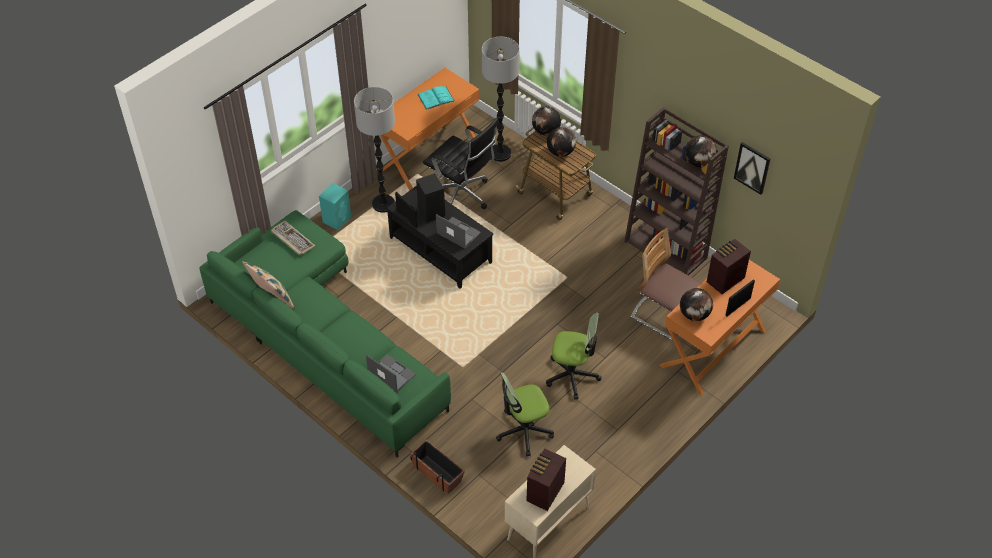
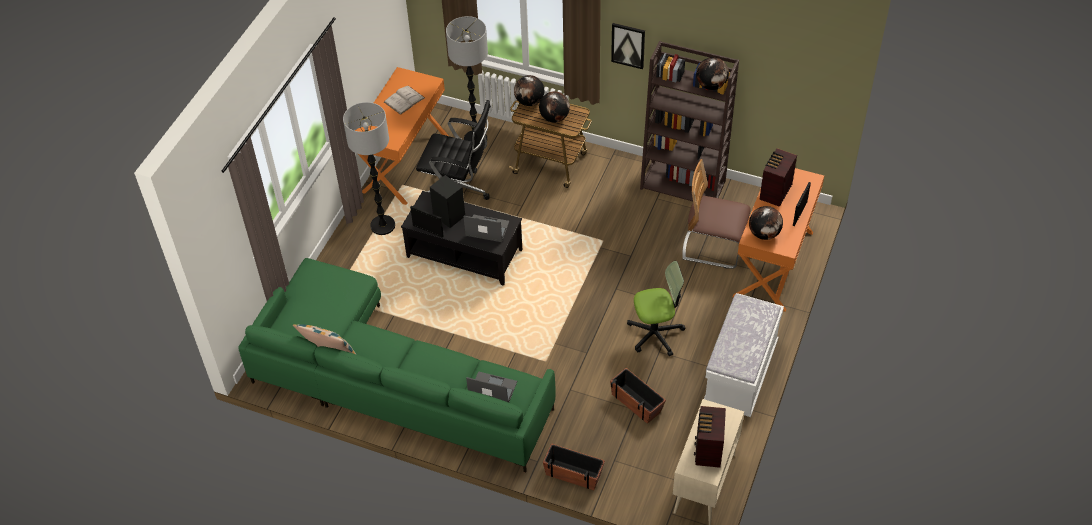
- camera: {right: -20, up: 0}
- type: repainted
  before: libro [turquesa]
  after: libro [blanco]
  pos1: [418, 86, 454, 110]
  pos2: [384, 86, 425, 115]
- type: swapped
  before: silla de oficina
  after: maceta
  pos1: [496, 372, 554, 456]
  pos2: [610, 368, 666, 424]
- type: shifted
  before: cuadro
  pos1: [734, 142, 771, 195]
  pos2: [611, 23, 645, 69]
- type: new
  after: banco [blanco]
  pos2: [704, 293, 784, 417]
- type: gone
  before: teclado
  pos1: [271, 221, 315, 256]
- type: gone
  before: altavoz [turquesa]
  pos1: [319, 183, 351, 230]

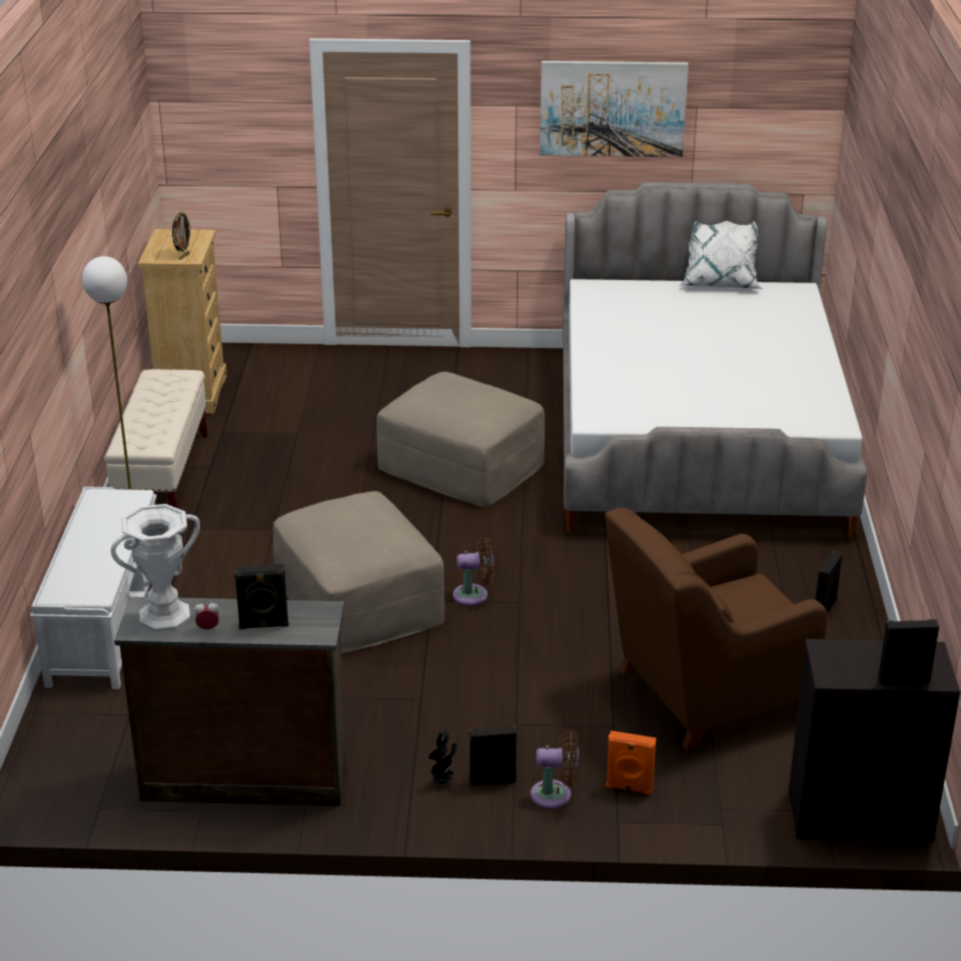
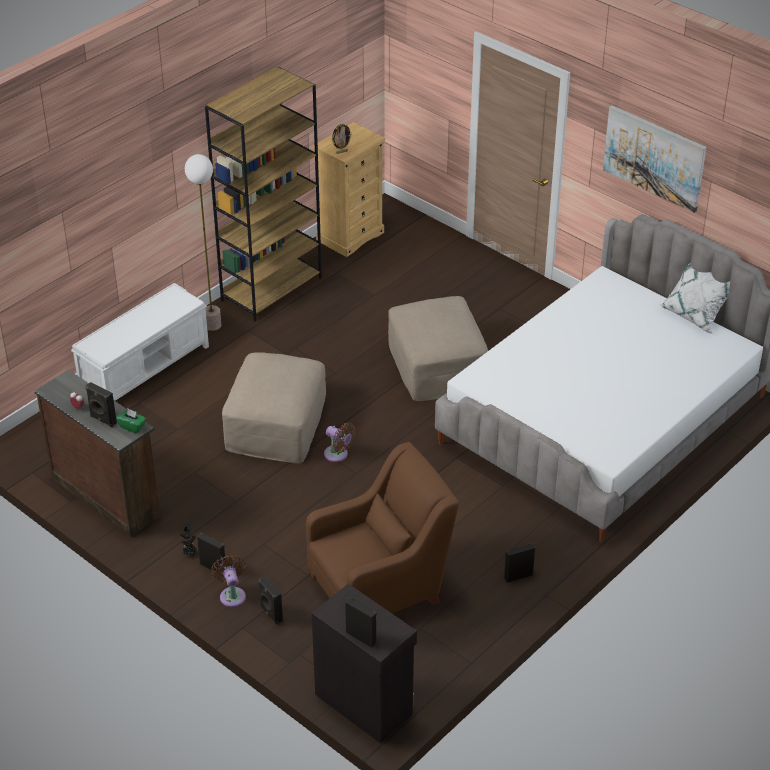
- camera: {right: 40, up: 10}
- type: new
  after: caja de pañuelos [verde]
  pos2: [116, 408, 146, 433]
- type: swapped
  before: banco [beis]
  after: estantería [marrón]
  pos1: [104, 369, 208, 508]
  pos2: [205, 67, 322, 321]
- type: rotated
  before: ventilador [marrón]
  pos1: [531, 731, 579, 809]
  pos2: [211, 555, 246, 607]
  turn: -150
- type: repainted
  before: altavoz [naranja]
  after: altavoz [negro]
  pos1: [606, 731, 656, 795]
  pos2: [259, 576, 283, 625]
- type: rotated
  before: sillón [marrón]
  pos1: [605, 508, 828, 750]
  pos2: [306, 442, 459, 613]
  turn: 135
- type: gone
  before: florero [blanco]
  pos1: [111, 504, 200, 631]

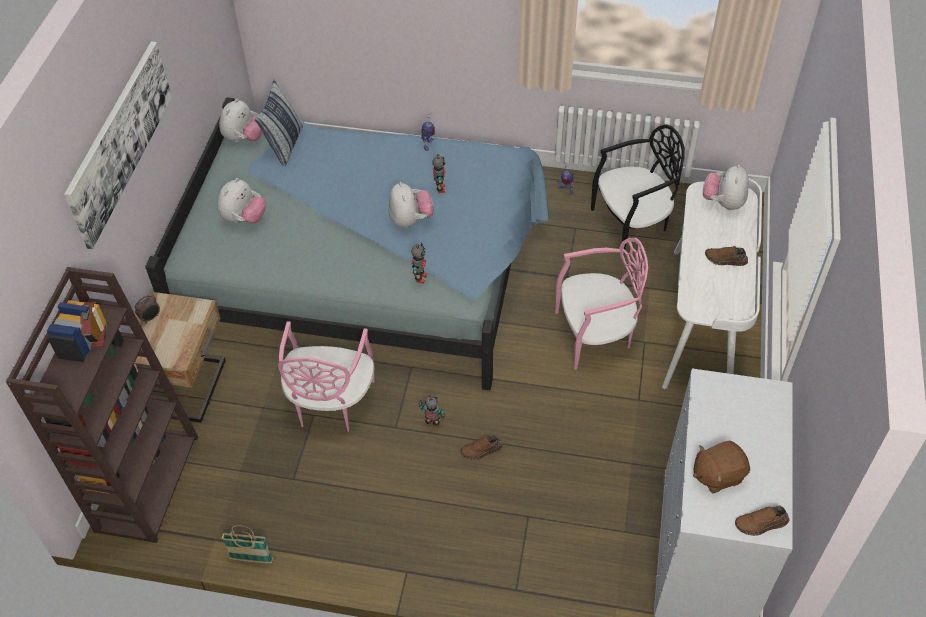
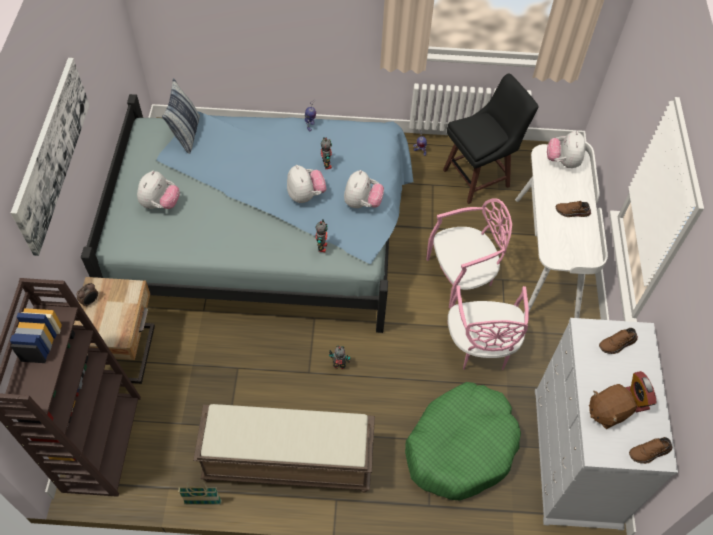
- camera: {right: -10, up: 5}
- type: new
  after: banco [marrón]
  pos2: [193, 404, 375, 493]
- type: shifted
  before: peluche
  pos1: [219, 99, 263, 142]
  pos2: [344, 170, 384, 208]
- type: new
  after: cama para perro [verde]
  pos2: [405, 382, 521, 500]
- type: swapped
  before: silla [negro]
  after: taburete [negro]
  pos1: [591, 124, 685, 249]
  pos2: [443, 74, 538, 204]
- type: shifted
  before: silla [rosa]
  pos1: [278, 321, 375, 432]
  pos2: [447, 285, 529, 370]
- type: shifted
  before: zapato [marrón]
  pos1: [461, 435, 503, 460]
  pos2: [599, 328, 638, 354]
- type: shifted
  before: despertador
  pos1: [80, 301, 106, 348]
  pos2: [625, 371, 657, 413]

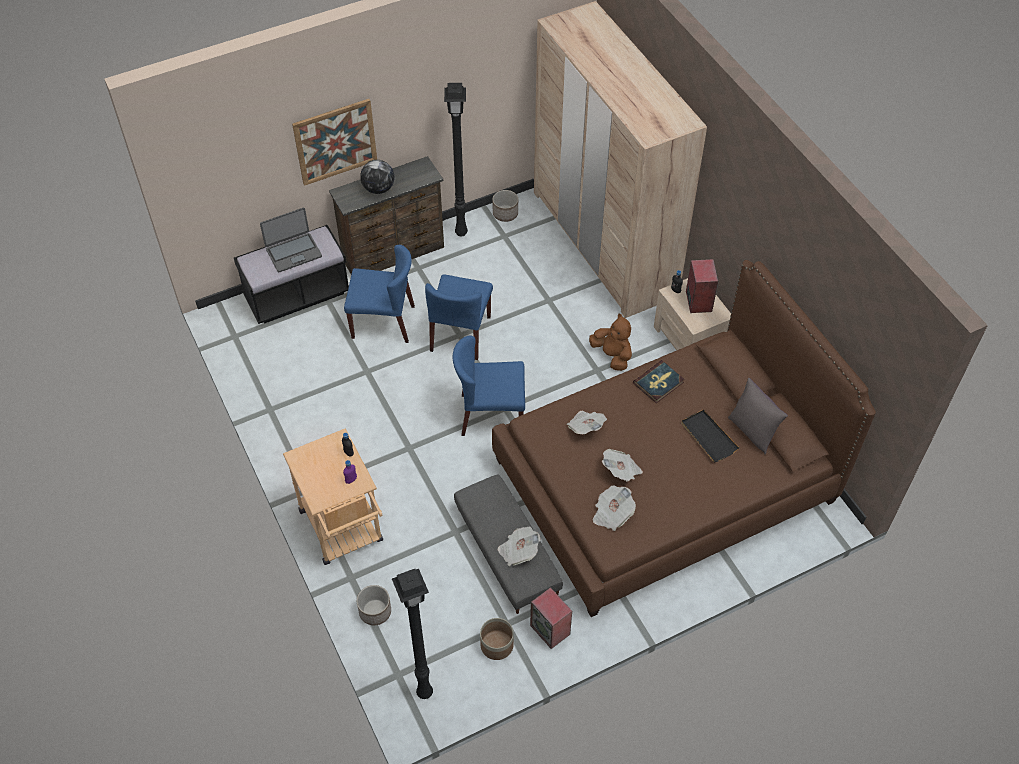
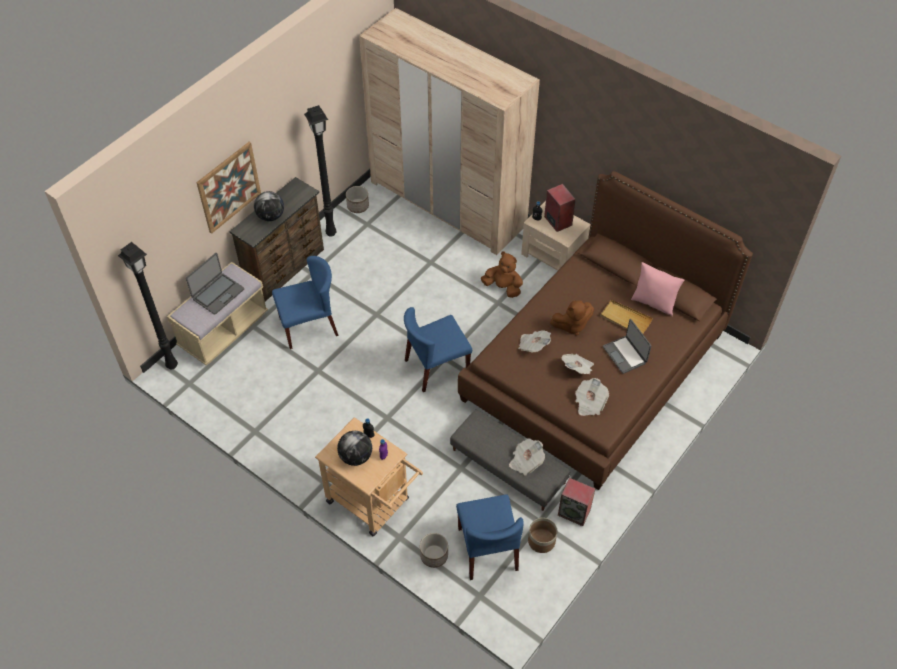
- camera: {right: -25, up: 0}
- type: shifted
  before: lámpara de pie [negro]
  pos1: [392, 569, 433, 699]
  pos2: [118, 242, 178, 370]
- type: repainted
  before: banco [negro]
  after: banco [beis]
  pos1: [234, 225, 349, 324]
  pos2: [167, 262, 268, 365]
- type: new
  after: globo terráqueo
  pos2: [337, 431, 372, 466]
- type: shifted
  before: silla [azul]
  pos1: [425, 275, 493, 360]
  pos2: [456, 495, 524, 580]
- type: new
  after: peluche [marrón]
  pos2: [550, 300, 594, 336]
- type: repainted
  before: bandeja [negro]
  after: bandeja [beis]
  pos1: [681, 409, 739, 462]
  pos2: [600, 300, 653, 334]
- type: new
  after: portátil
  pos2: [603, 319, 651, 374]
- type: repainted
  before: cojín [gris]
  after: cojín [rosa]
  pos1: [728, 378, 788, 454]
  pos2: [631, 262, 685, 316]
- type: gone
  before: libro
  pos1: [633, 360, 685, 403]

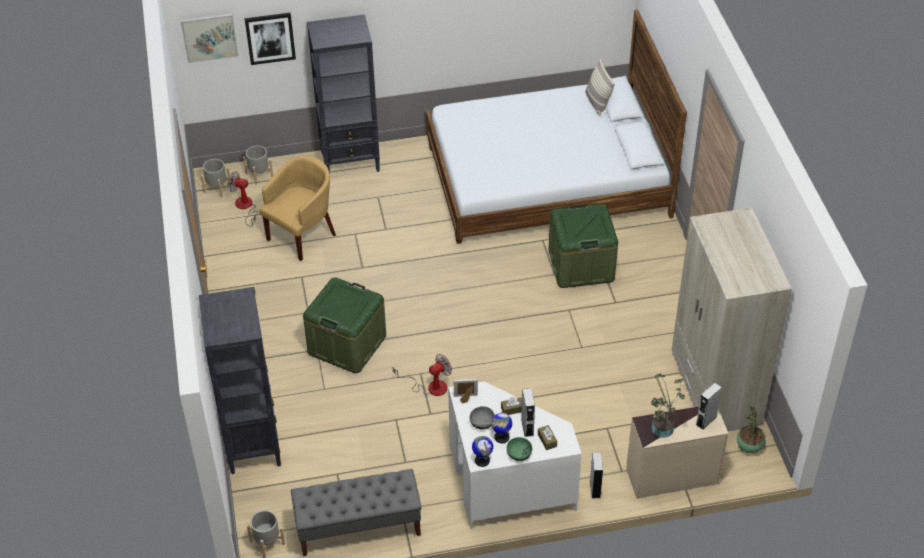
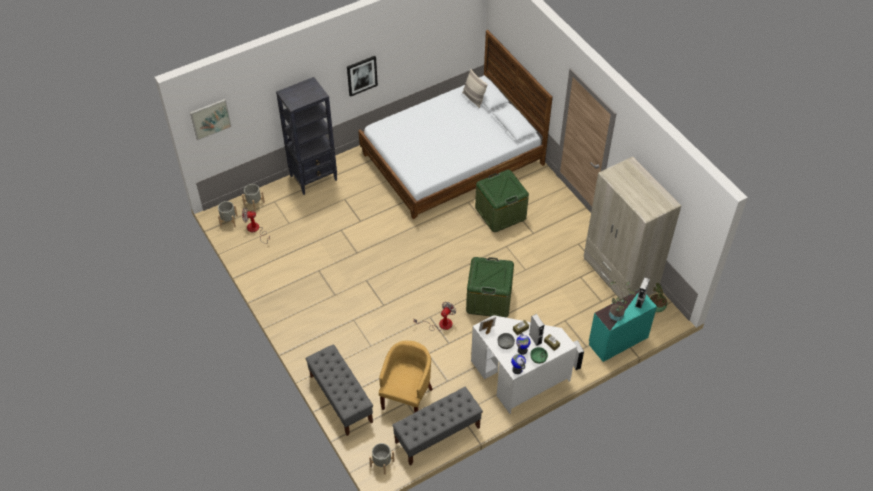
- camera: {right: -20, up: 5}
- type: swapped
  before: estantería [negro]
  after: banco [gris]
  pos1: [199, 287, 281, 474]
  pos2: [306, 344, 373, 436]
- type: shifted
  before: cuadro
  pos1: [245, 13, 296, 65]
  pos2: [347, 56, 378, 97]
- type: shifted
  before: sillón [amarillo]
  pos1: [259, 156, 336, 261]
  pos2: [379, 341, 433, 413]
- type: shifted
  before: caja de almacenaje [verde]
  pos1: [303, 277, 386, 373]
  pos2: [466, 257, 514, 318]
- type: repainted
  before: cómoda [beis]
  after: cómoda [turquesa]
  pos1: [627, 406, 729, 498]
  pos2: [589, 290, 657, 362]

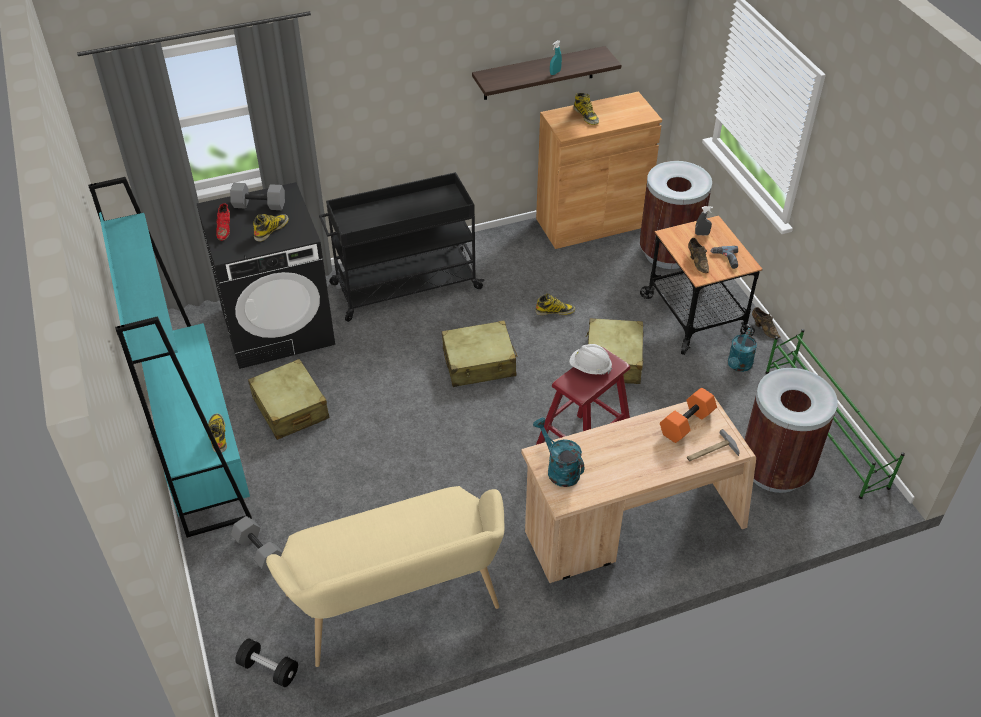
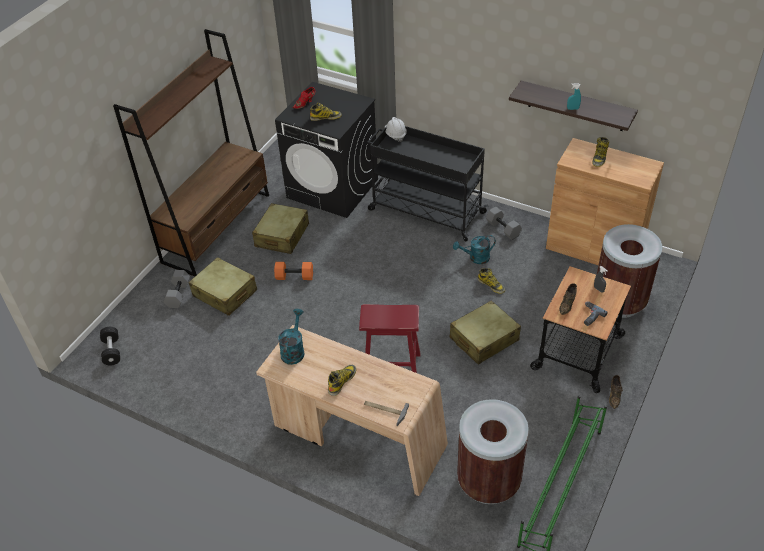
- camera: {right: 50, up: 0}
- type: repainted
  before: estantería [turquesa]
  after: estantería [marrón]
  pos1: [88, 177, 252, 538]
  pos2: [113, 29, 269, 276]
- type: shifted
  before: maleta [beis]
  pos1: [442, 320, 518, 387]
  pos2: [189, 257, 257, 316]
- type: shifted
  before: mancuerna [naranja]
  pos1: [660, 388, 717, 443]
  pos2: [274, 262, 313, 280]
- type: shifted
  before: bota
  pos1: [208, 413, 227, 452]
  pos2: [328, 365, 356, 396]
- type: shifted
  before: casco [blanco]
  pos1: [569, 344, 612, 375]
  pos2: [385, 117, 407, 142]
- type: shifted
  before: regadera [turquesa]
  pos1: [728, 328, 757, 372]
  pos2: [453, 235, 496, 264]
- type: shifted
  before: mancuerna [gris]
  pos1: [230, 183, 285, 210]
  pos2: [486, 207, 522, 240]
- type: gone
  before: banco [beis]
  pos1: [266, 486, 504, 667]

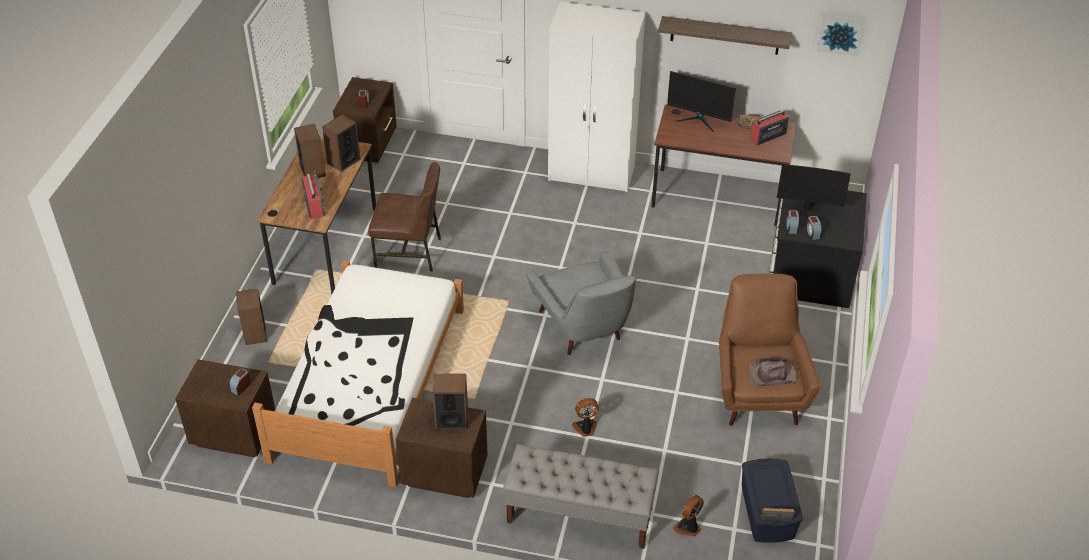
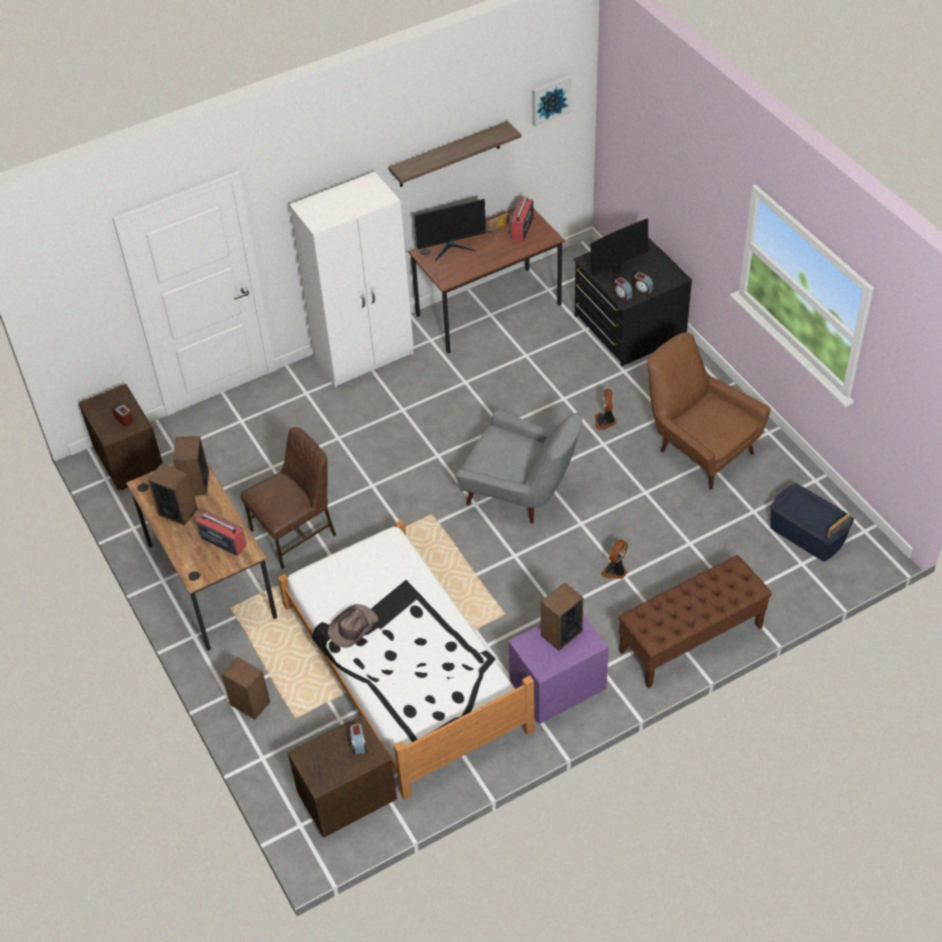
- camera: {right: -40, up: 5}
- type: shifted
  before: sombrero [marrón]
  pos1: [747, 357, 797, 386]
  pos2: [328, 604, 379, 648]
- type: repainted
  before: mesita de noche [marrón]
  after: mesita de noche [morado]
  pos1: [396, 398, 488, 498]
  pos2: [508, 615, 609, 724]
- type: shifted
  before: ventilador
  pos1: [673, 495, 704, 537]
  pos2: [595, 389, 616, 431]
- type: repainted
  before: banco [gris]
  after: banco [marrón]
  pos1: [503, 444, 659, 549]
  pos2: [618, 555, 772, 688]

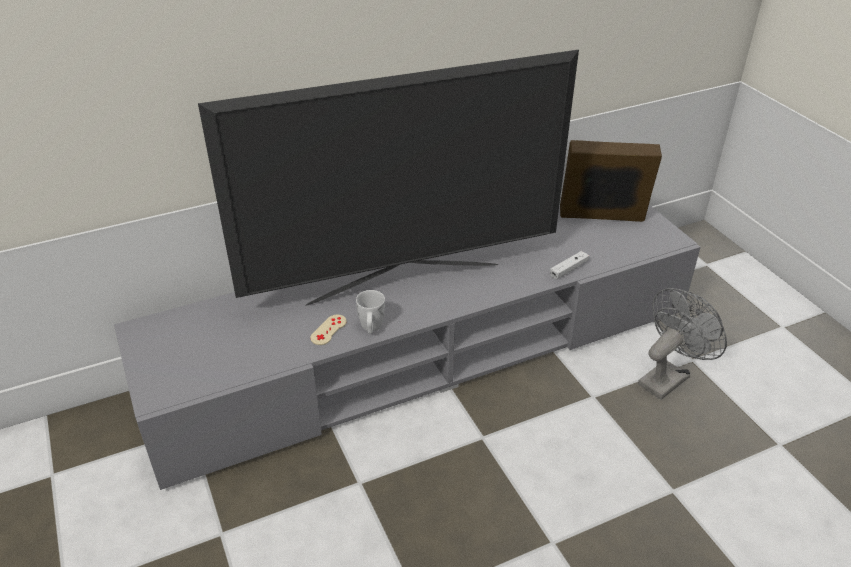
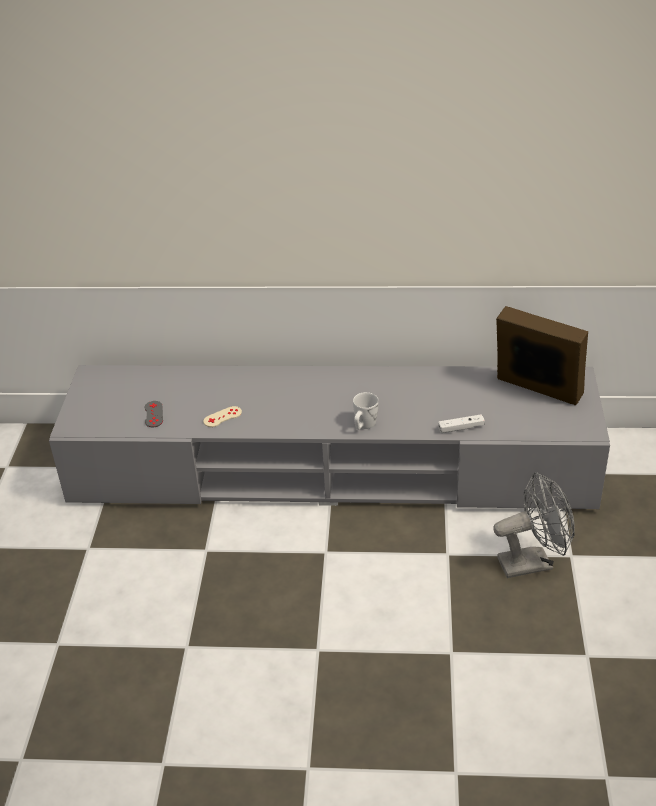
- camera: {right: 30, up: 0}
- type: new
  after: mando de consola [gris]
  pos2: [145, 401, 163, 427]
- type: shifted
  before: taza grande [blanco]
  pos1: [356, 290, 385, 334]
  pos2: [353, 392, 379, 430]
- type: gone
  before: televisor
  pos1: [198, 50, 579, 306]

